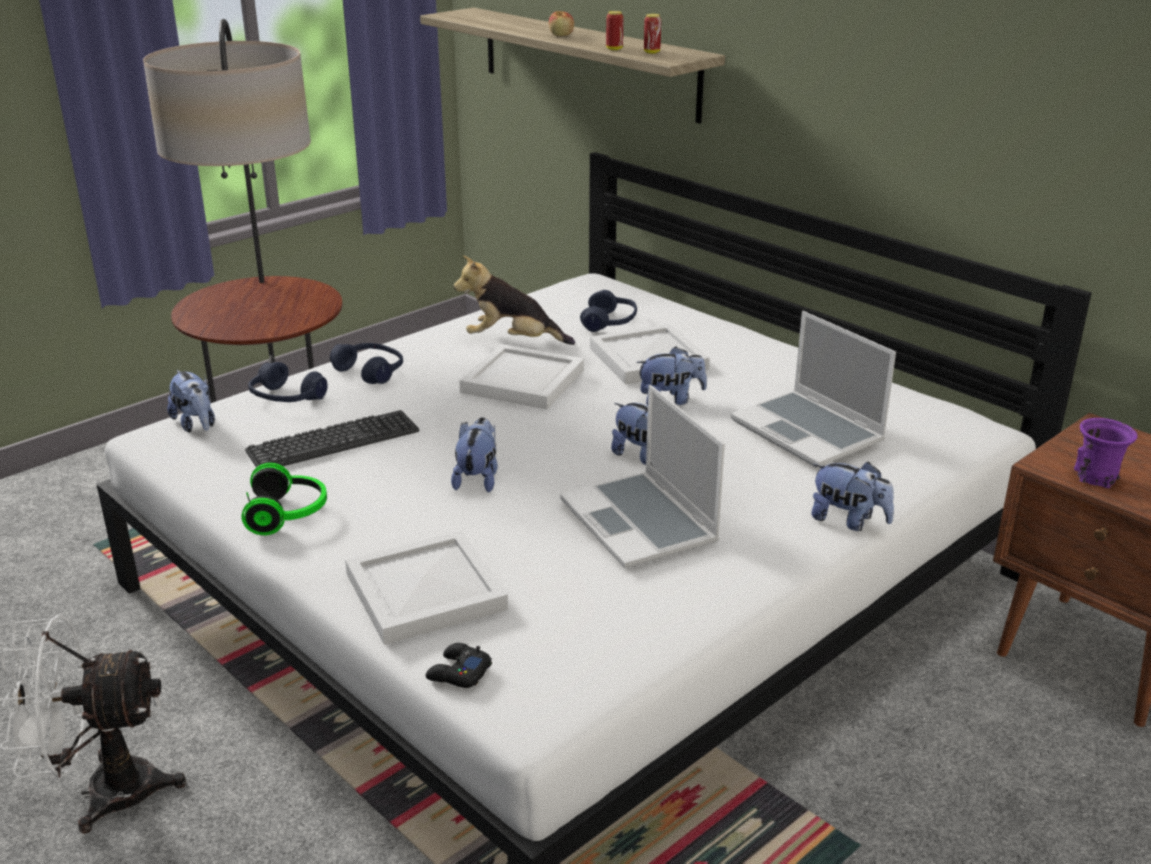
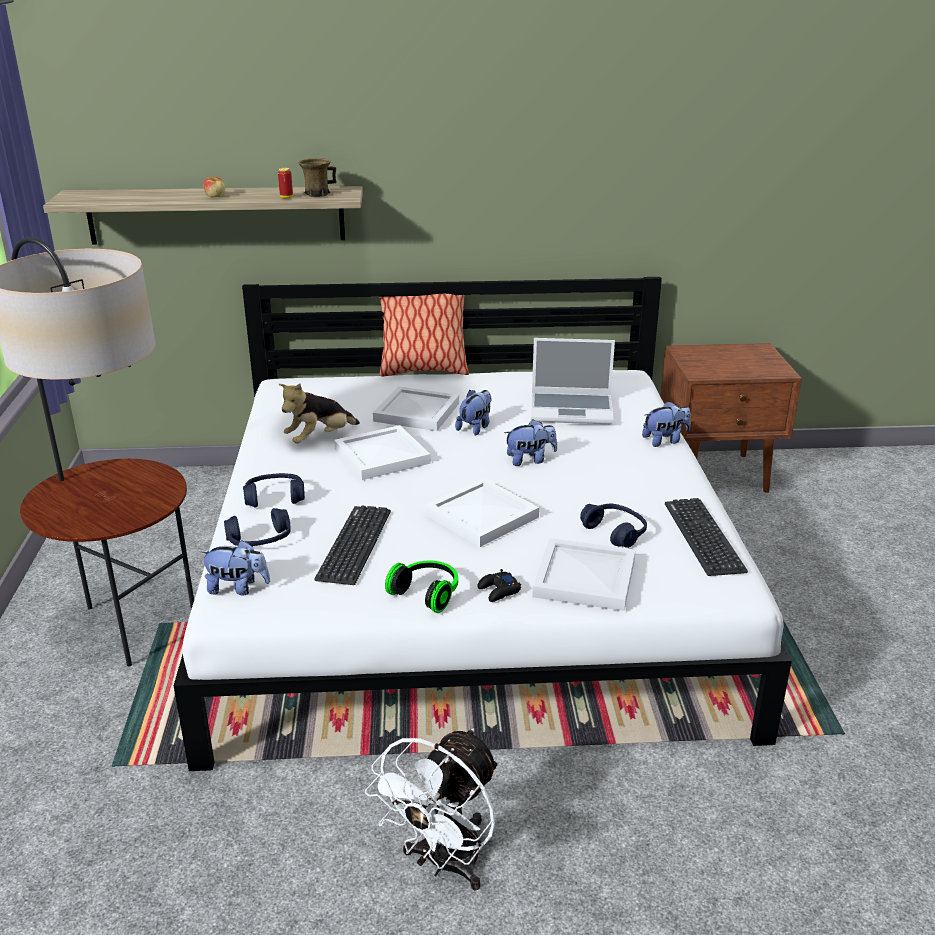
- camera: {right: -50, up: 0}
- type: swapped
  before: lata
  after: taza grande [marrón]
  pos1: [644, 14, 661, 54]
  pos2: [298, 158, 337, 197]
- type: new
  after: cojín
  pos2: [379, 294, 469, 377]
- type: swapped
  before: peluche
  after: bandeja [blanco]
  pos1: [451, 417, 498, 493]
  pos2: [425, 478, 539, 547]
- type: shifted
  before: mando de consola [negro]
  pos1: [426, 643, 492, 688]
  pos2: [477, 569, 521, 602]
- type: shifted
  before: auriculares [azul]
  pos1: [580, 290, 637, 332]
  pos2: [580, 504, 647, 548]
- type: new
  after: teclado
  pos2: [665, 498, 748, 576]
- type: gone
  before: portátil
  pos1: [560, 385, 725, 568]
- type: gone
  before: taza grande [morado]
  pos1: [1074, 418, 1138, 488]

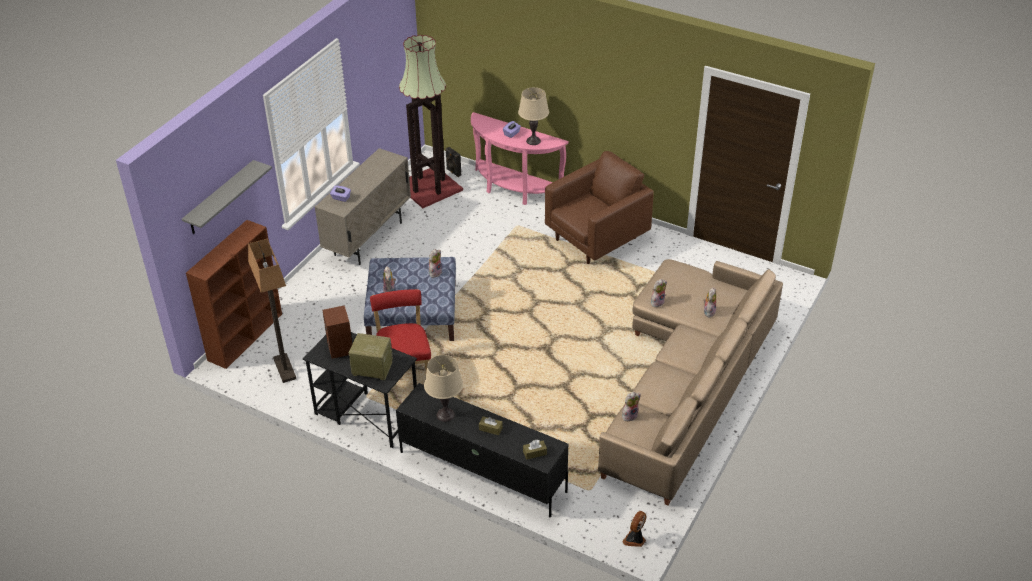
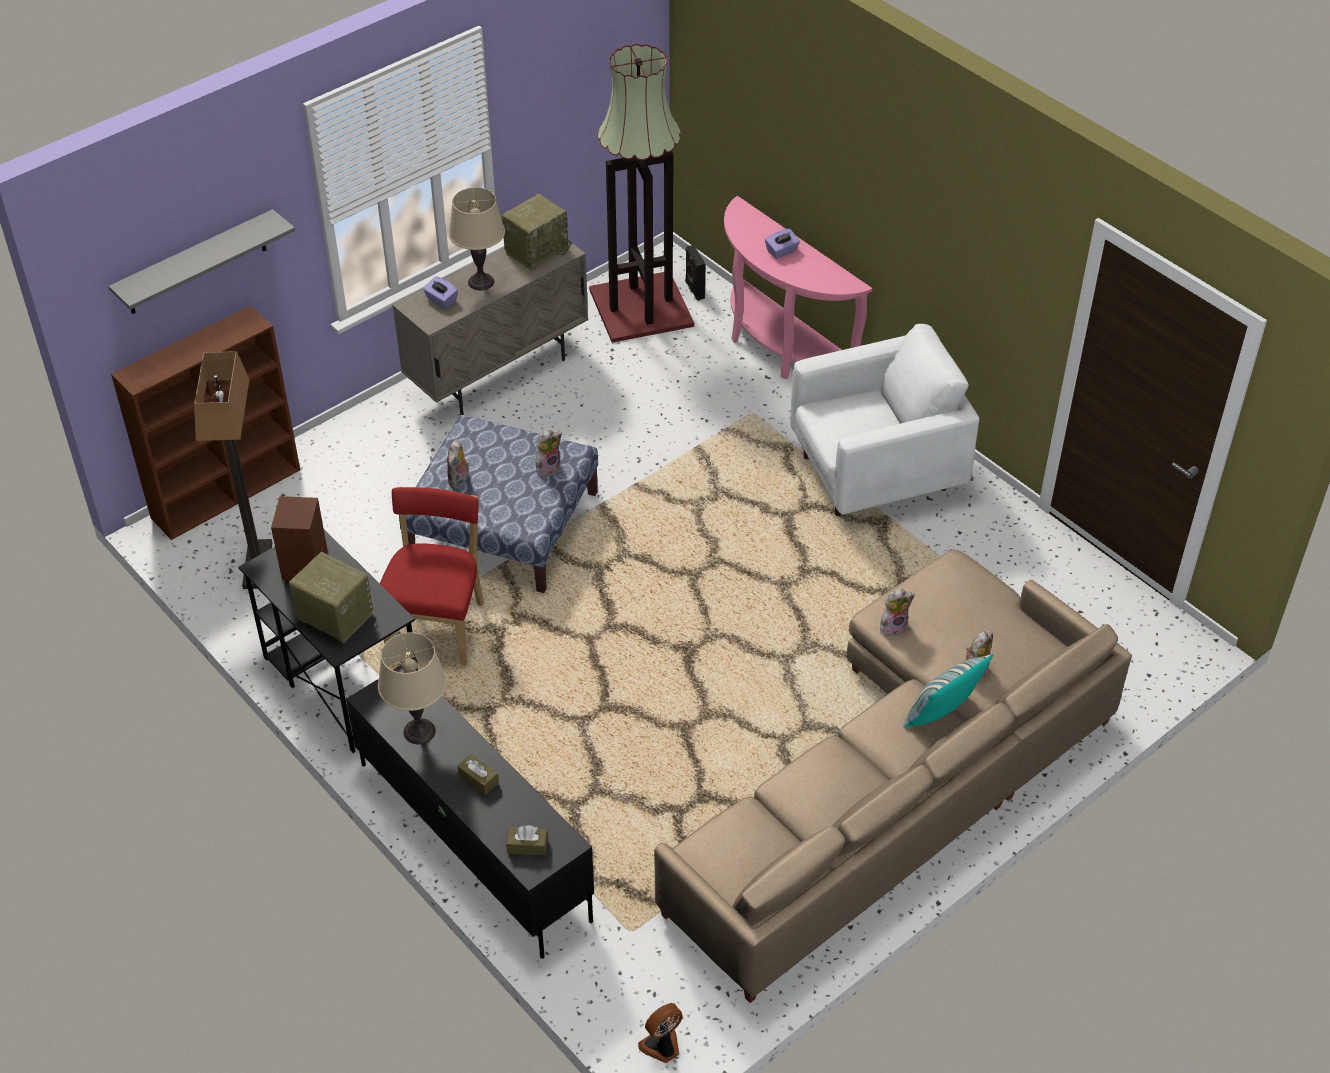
- camera: {right: 20, up: 5}
- type: shifted
  before: lámpara de mesa [beis]
  pos1: [518, 87, 549, 145]
  pos2: [449, 187, 505, 291]
- type: new
  after: radio
  pos2: [502, 194, 571, 271]
- type: repainted
  before: sillón [marrón]
  after: sillón [blanco]
  pos1: [545, 151, 654, 264]
  pos2: [790, 324, 979, 516]
- type: new
  after: cojín
  pos2: [903, 654, 993, 728]
- type: gone
  before: peluche
  pos1: [622, 392, 641, 422]

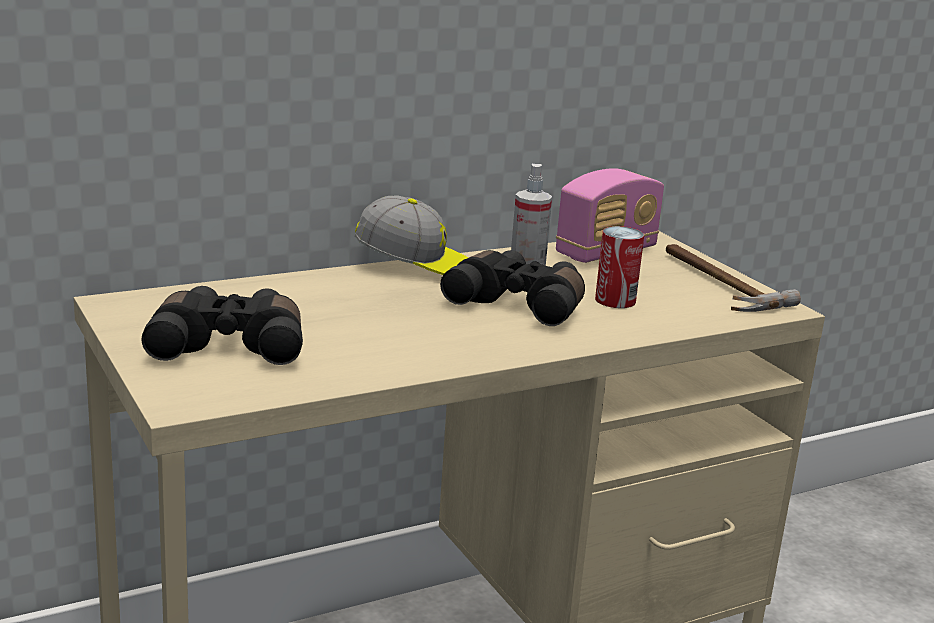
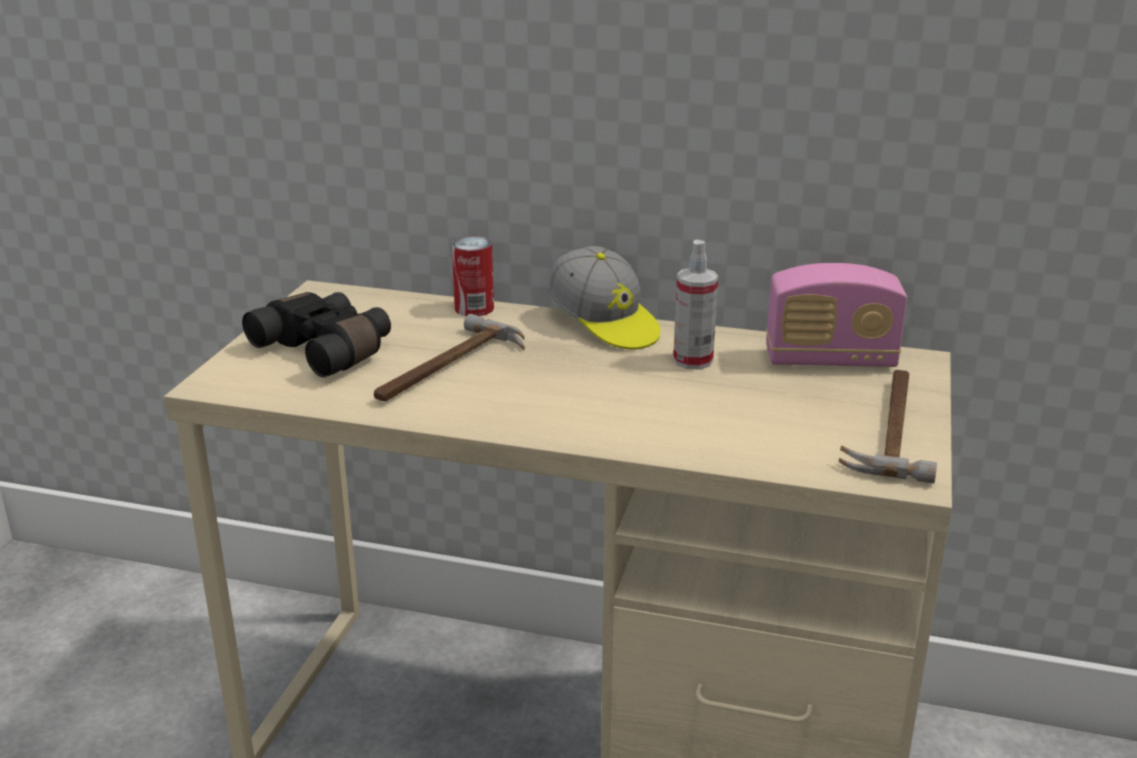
- camera: {right: 45, up: 5}
- type: new
  after: martillo
  pos2: [374, 314, 525, 401]
- type: shifted
  before: lata
  pos1: [595, 226, 644, 308]
  pos2: [452, 236, 494, 316]
- type: gone
  before: prismáticos [negro]
  pos1: [440, 250, 585, 326]

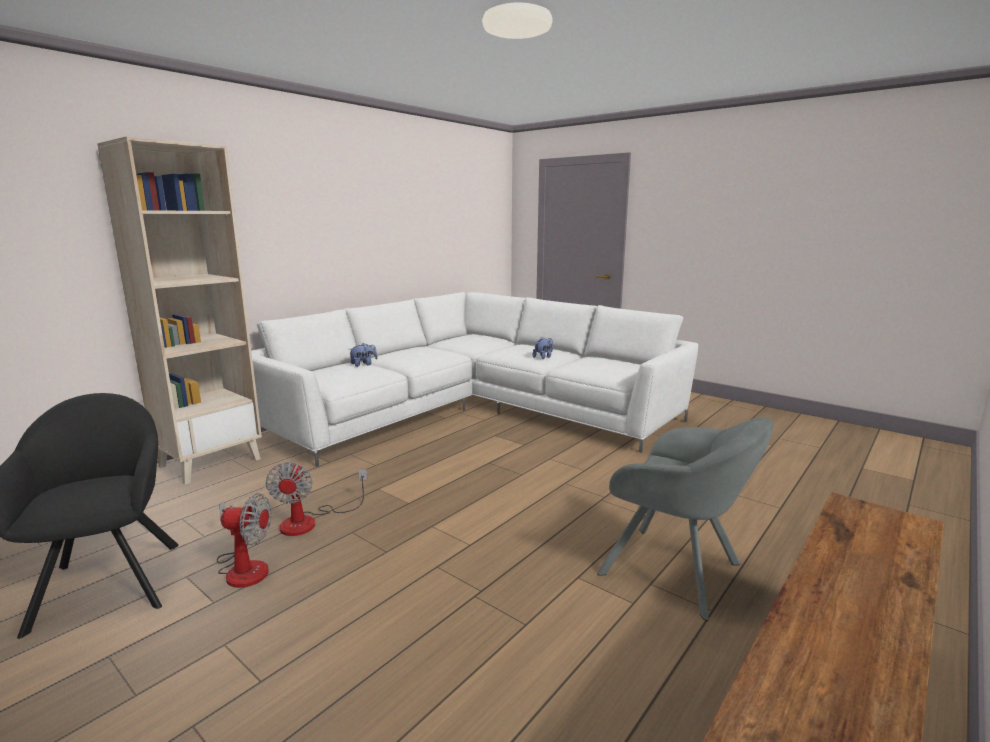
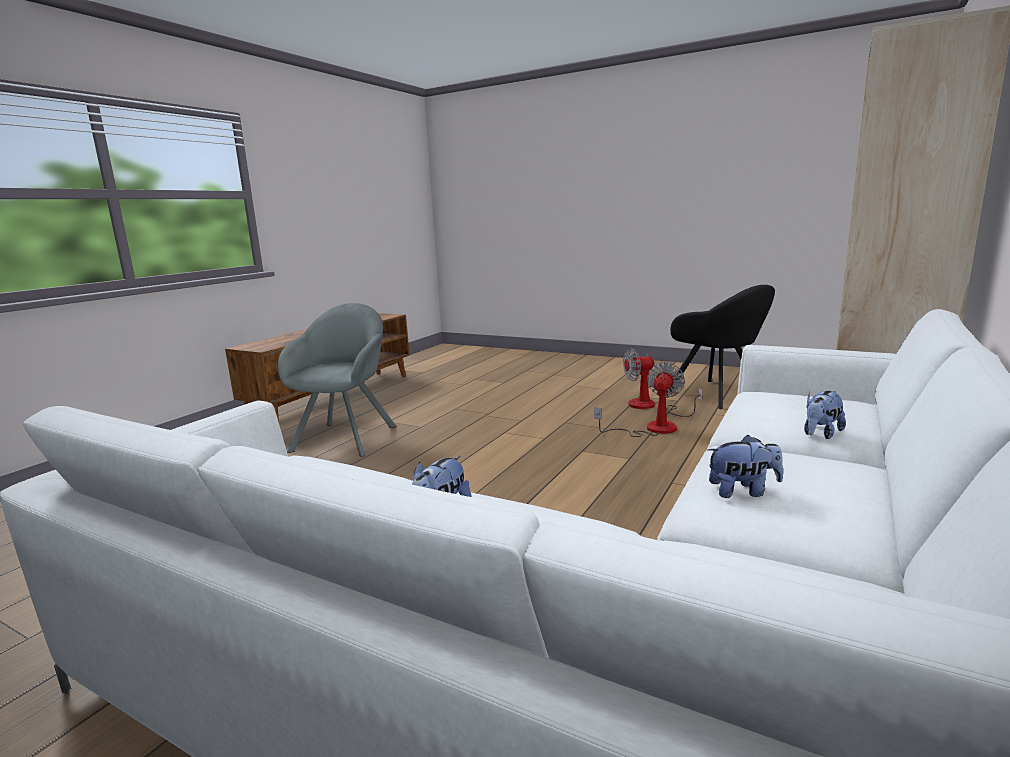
- camera: {right: 170, up: 0}
- type: rotated
  before: sillón [gris]
  pos1: [597, 417, 773, 621]
  pos2: [278, 303, 396, 457]
  turn: 75
- type: rotated
  before: ventilador
  pos1: [265, 462, 367, 536]
  pos2: [594, 362, 685, 437]
  turn: 45
- type: new
  after: peluche
  pos2: [708, 435, 783, 498]

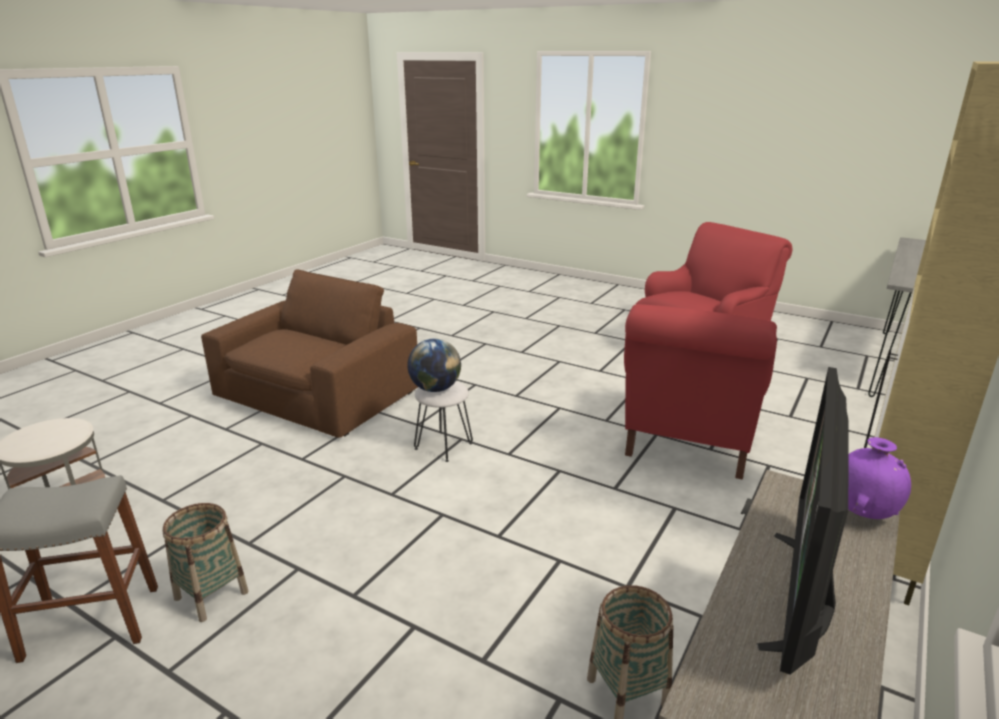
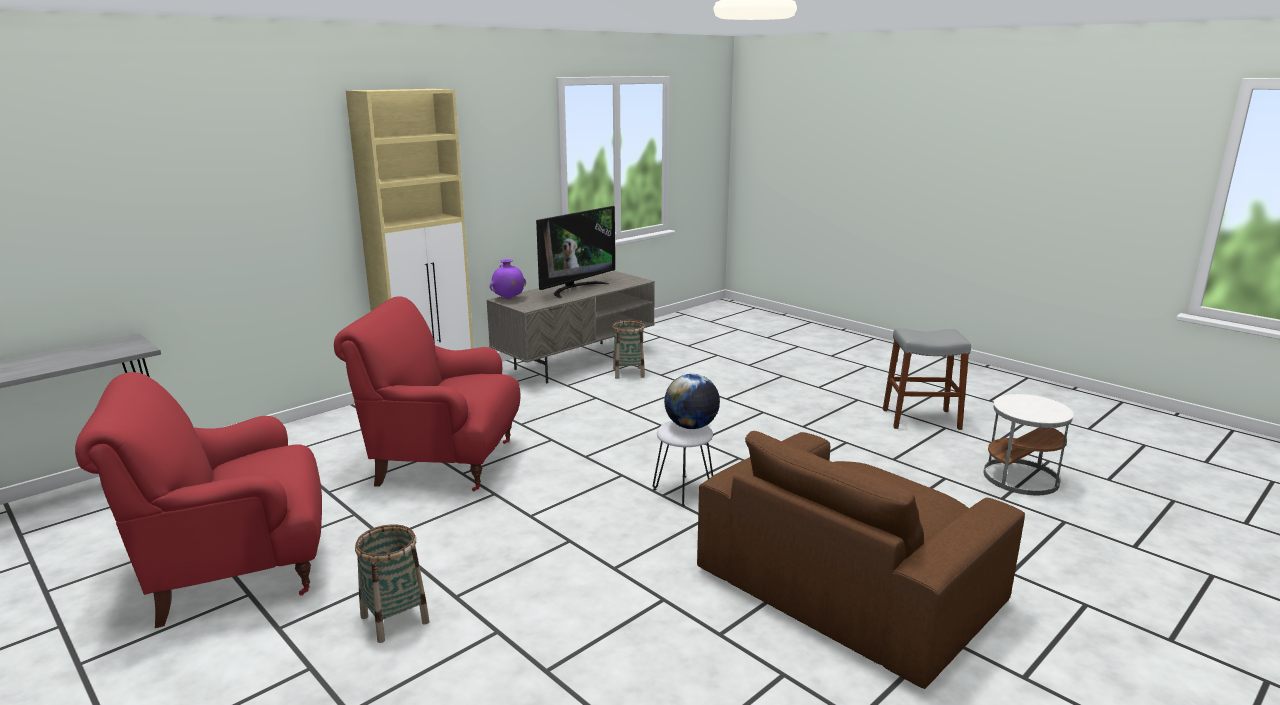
- camera: {right: -165, up: -5}
- type: rotated
  before: sillón [rojo]
  pos1: [624, 304, 777, 480]
  pos2: [334, 296, 520, 491]
  turn: -120
- type: shifted
  before: cesta
  pos1: [162, 503, 249, 622]
  pos2: [355, 524, 429, 643]

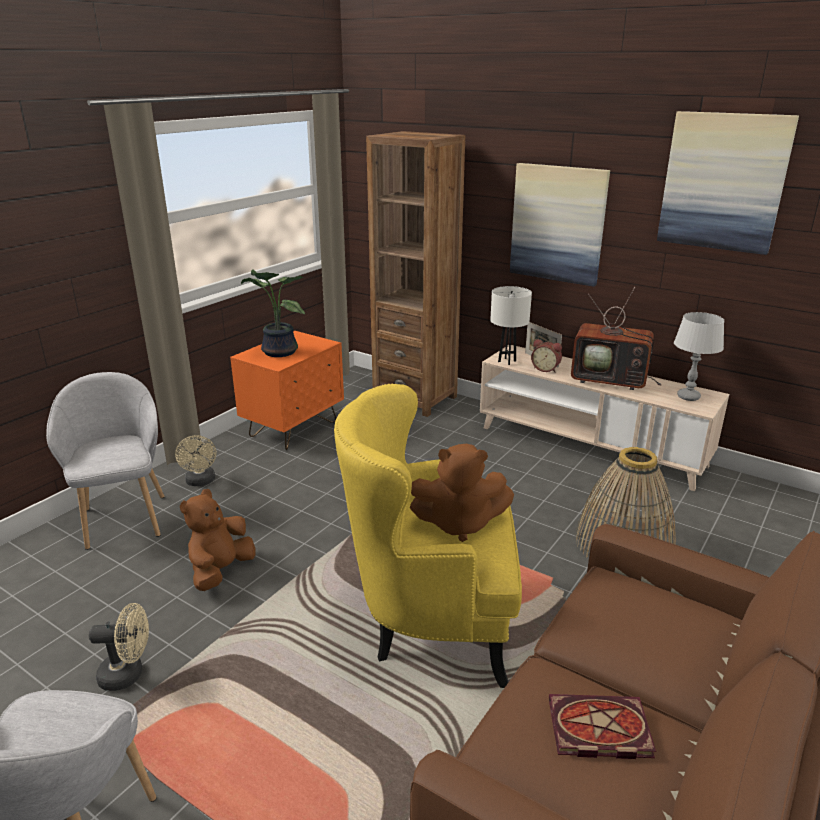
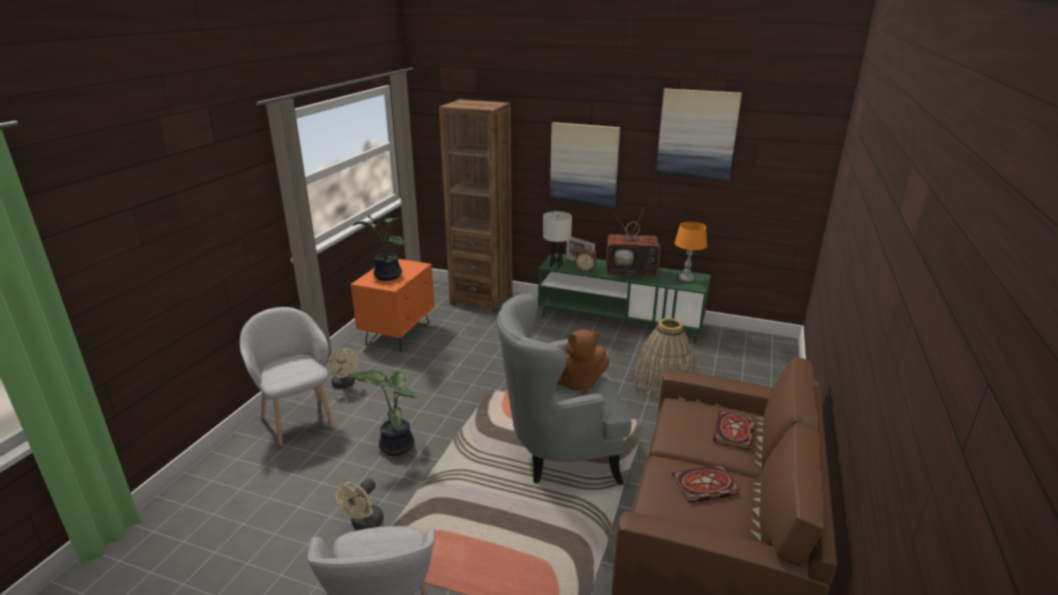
- camera: {right: -15, up: 0}
- type: rotated
  before: ventilador [beis]
  pos1: [89, 603, 149, 691]
  pos2: [335, 478, 383, 530]
  turn: 135
- type: swapped
  before: peluche [marrón]
  after: planta en maceta
  pos1: [180, 489, 256, 591]
  pos2: [346, 370, 418, 456]
- type: repainted
  before: sillón [amarillo]
  after: sillón [gris]
  pos1: [334, 384, 522, 688]
  pos2: [497, 294, 632, 486]
- type: repainted
  before: mueble de televisión [beis]
  after: mueble de televisión [verde]
  pos1: [480, 345, 729, 491]
  pos2: [538, 253, 711, 343]
- type: repainted
  before: lámpara de mesa [gris]
  after: lámpara de mesa [naranja]
  pos1: [674, 312, 724, 401]
  pos2: [675, 222, 707, 282]
- type: new
  after: libro
  pos2: [713, 410, 754, 450]

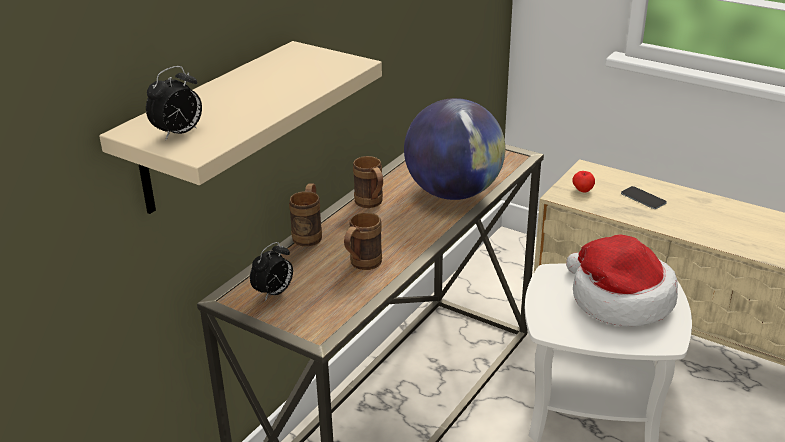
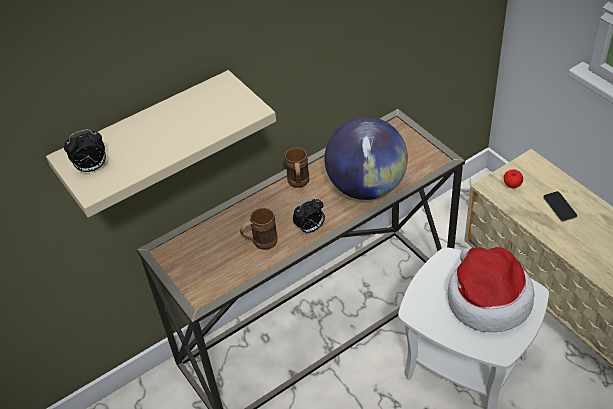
- camera: {right: 25, up: 15}
- type: shifted
  before: despertador
  pos1: [250, 242, 293, 301]
  pos2: [293, 198, 325, 234]
- type: gone
  before: taza grande [marrón]
  pos1: [289, 183, 322, 246]

